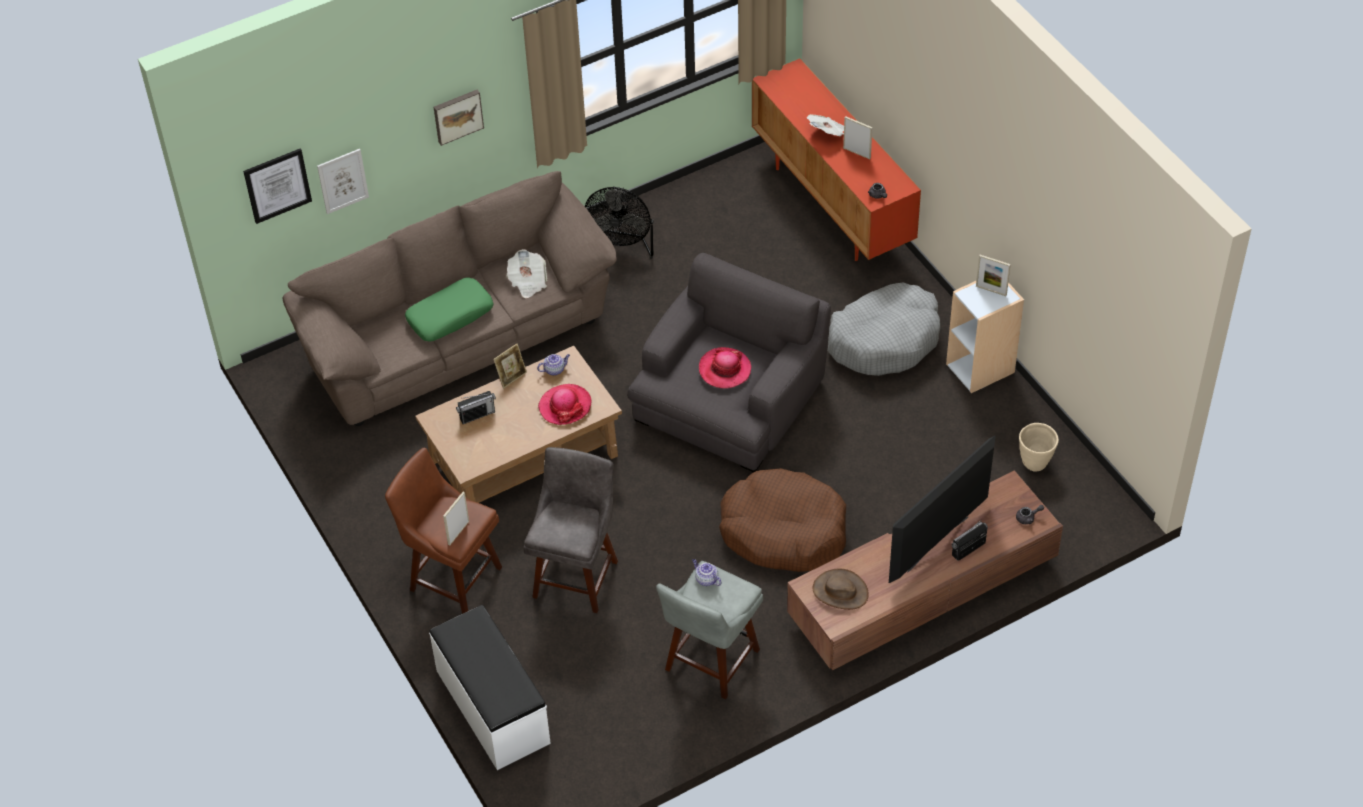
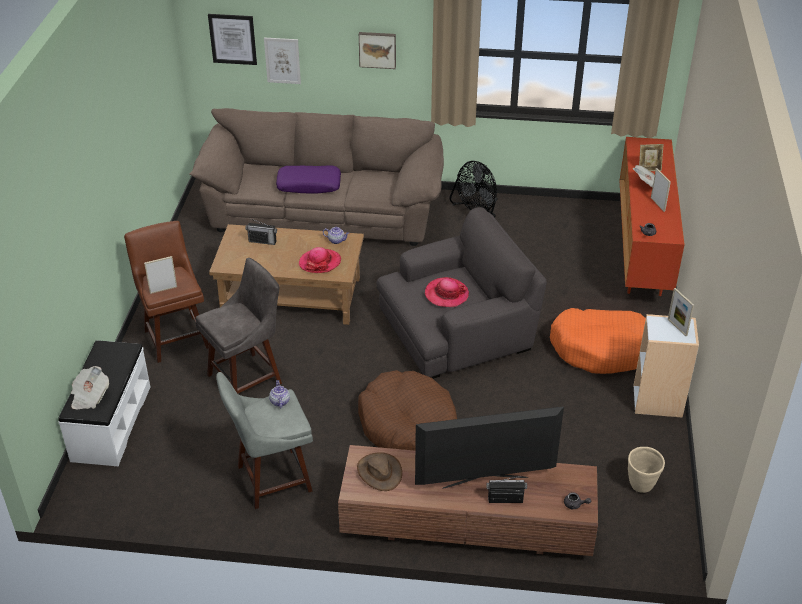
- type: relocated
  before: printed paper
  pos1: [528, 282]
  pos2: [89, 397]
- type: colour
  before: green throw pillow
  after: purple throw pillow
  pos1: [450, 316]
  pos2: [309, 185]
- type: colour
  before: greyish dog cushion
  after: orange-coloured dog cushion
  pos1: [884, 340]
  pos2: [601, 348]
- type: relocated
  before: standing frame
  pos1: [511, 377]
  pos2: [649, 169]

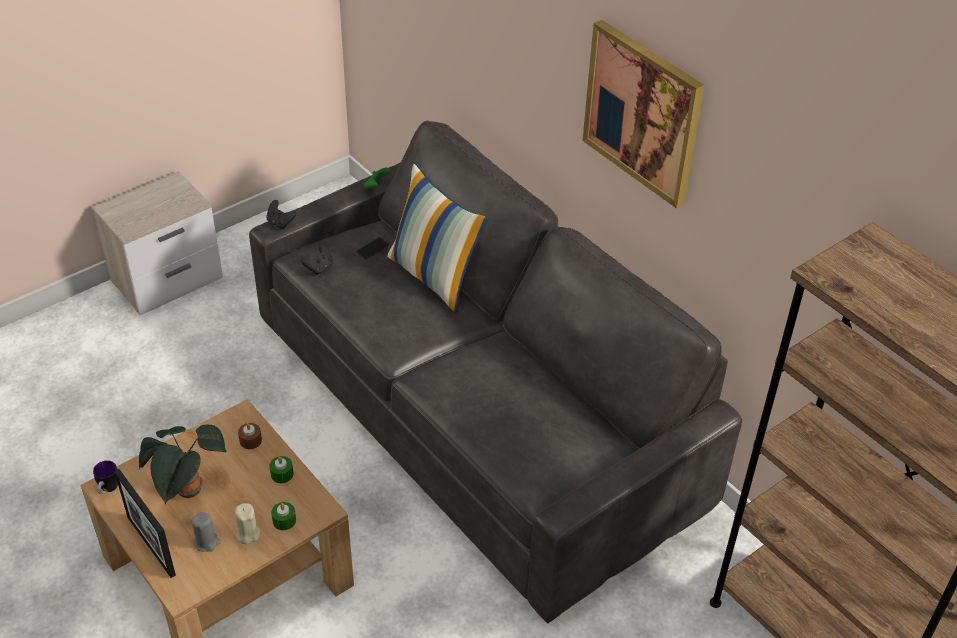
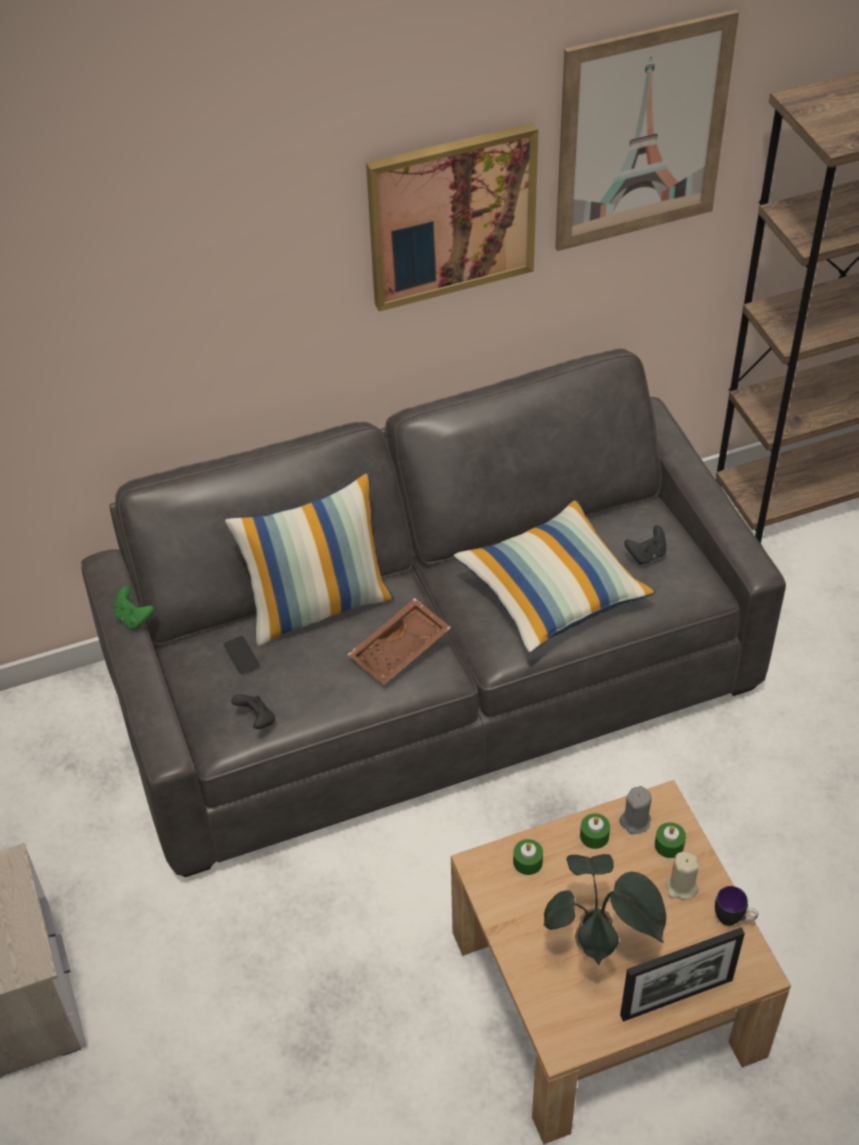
- type: appeared
  after: brown-coloured serving tray
  pos2: [401, 651]
- type: appeared
  after: throw pillow
  pos2: [552, 591]
- type: colour
  before: brown-coloured wax candle
  after: green wax candle
  pos1: [250, 440]
  pos2: [527, 862]
- type: appeared
  after: picture
  pos2: [641, 133]
- type: relocated
  before: greyish wax candle
  pos1: [207, 542]
  pos2: [635, 821]
- type: relocated
  before: black-coloured game controller
  pos1: [280, 223]
  pos2: [646, 555]
- type: relocated
  before: tea mug
  pos1: [108, 490]
  pos2: [733, 919]

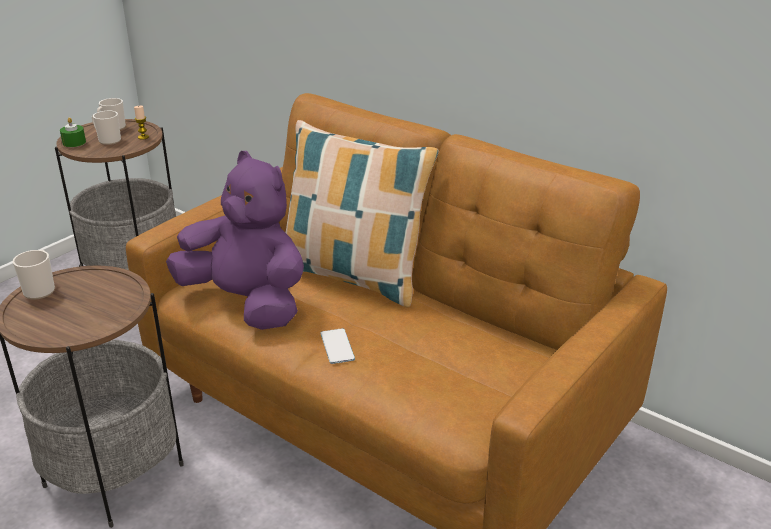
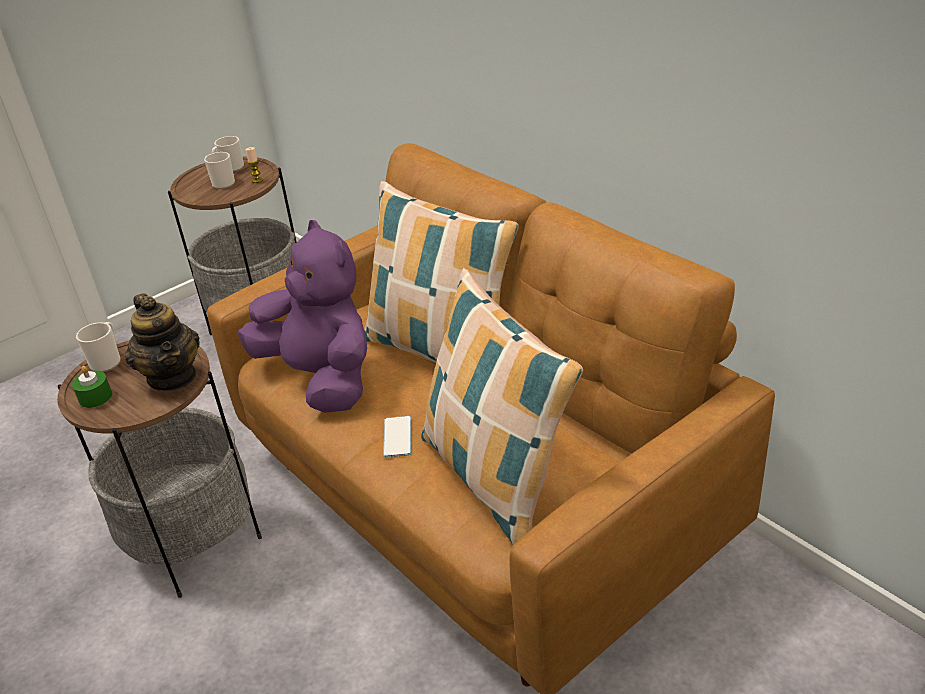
- type: relocated
  before: green wax candle
  pos1: [74, 142]
  pos2: [95, 397]
- type: appeared
  after: tea pot
  pos2: [173, 377]
- type: appeared
  after: throw pillow
  pos2: [496, 479]

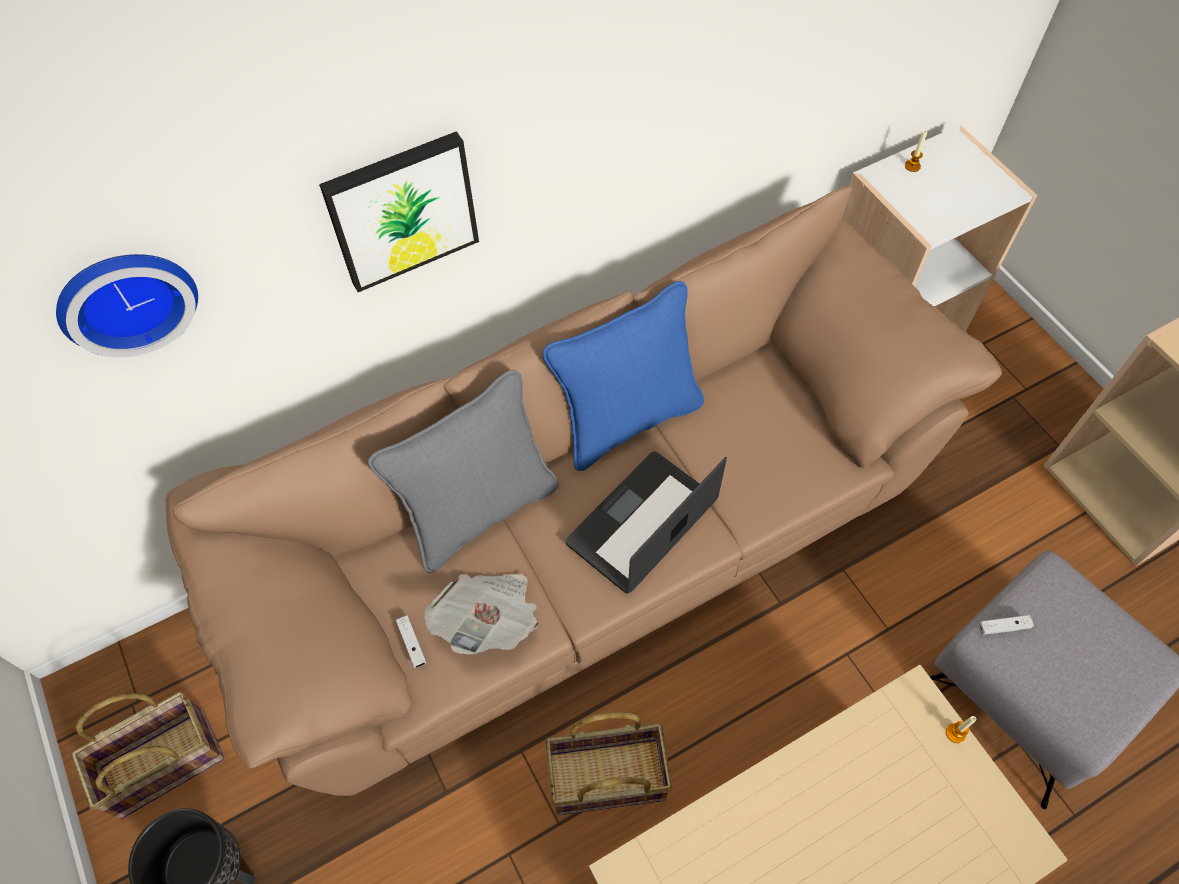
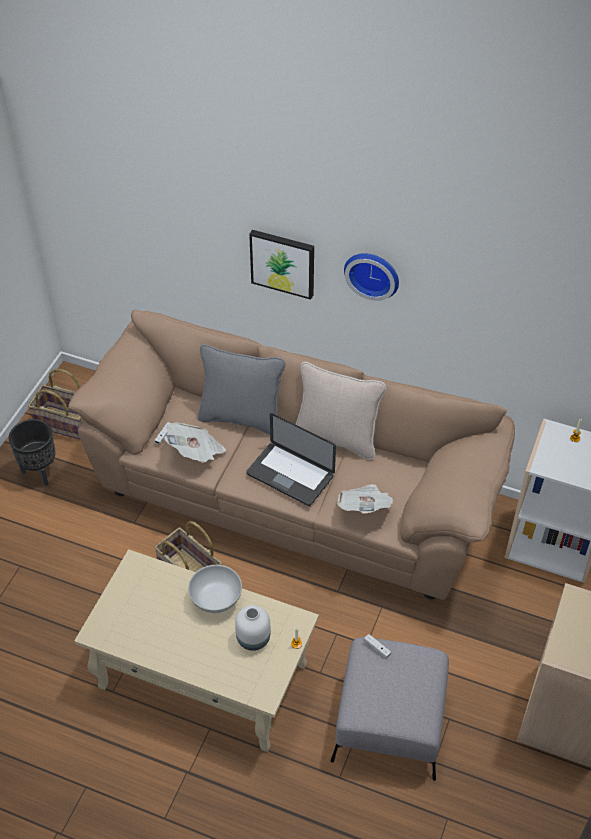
- type: appeared
  after: whitish deep dish
  pos2: [216, 600]
- type: appeared
  after: whitish flower vase
  pos2: [253, 637]
- type: spun
  before: notebook computer
  pos1: [642, 523]
  pos2: [290, 475]
  turn: -150
- type: colour
  before: blue-coloured throw pillow
  after: sand-coloured throw pillow
  pos1: [627, 420]
  pos2: [336, 438]
- type: appeared
  after: printed paper
  pos2: [364, 508]
- type: relocated
  before: hanging clock
  pos1: [126, 297]
  pos2: [373, 273]

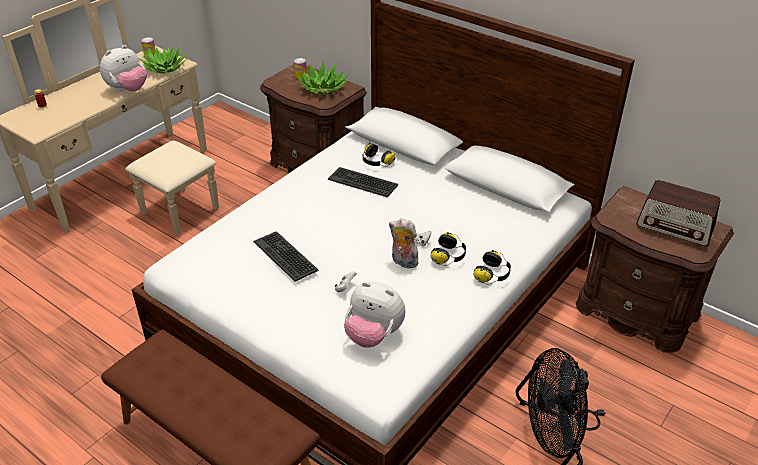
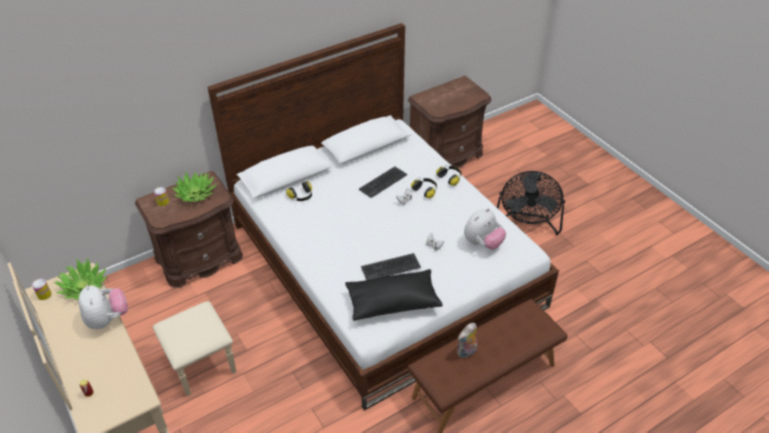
- type: appeared
  after: black-coloured throw pillow
  pos2: [393, 302]
- type: relocated
  before: PC keyboard
  pos1: [363, 182]
  pos2: [382, 182]
- type: relocated
  before: plush toy
  pos1: [403, 262]
  pos2: [466, 352]
- type: missing
  before: radio
  pos1: [675, 226]

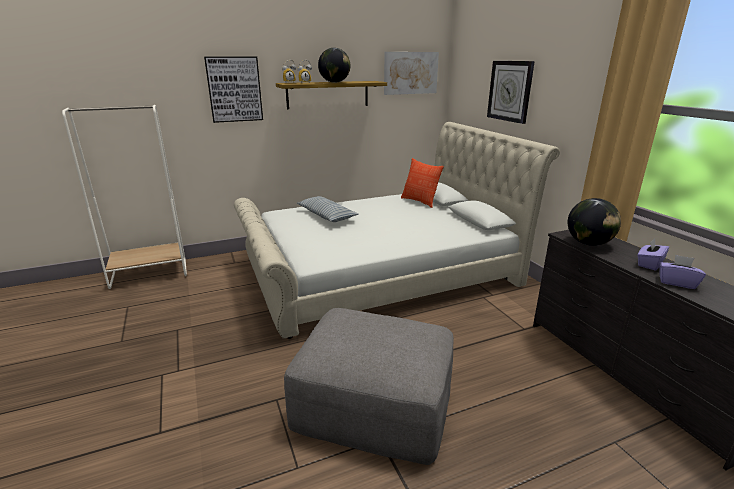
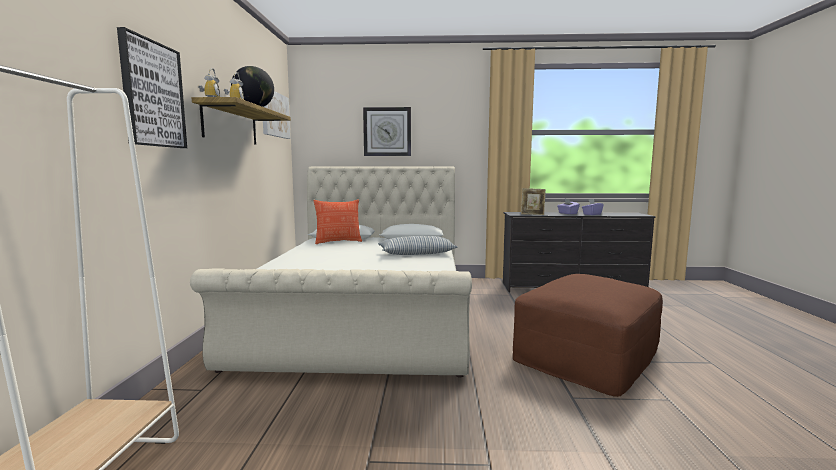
- type: relocated
  before: throw pillow
  pos1: [326, 215]
  pos2: [417, 254]
- type: colour
  before: greyish ottoman
  after: brown-coloured ottoman
  pos1: [374, 403]
  pos2: [586, 355]
- type: exchanged
  before: desk globe
  after: standing frame
  pos1: [588, 243]
  pos2: [532, 214]

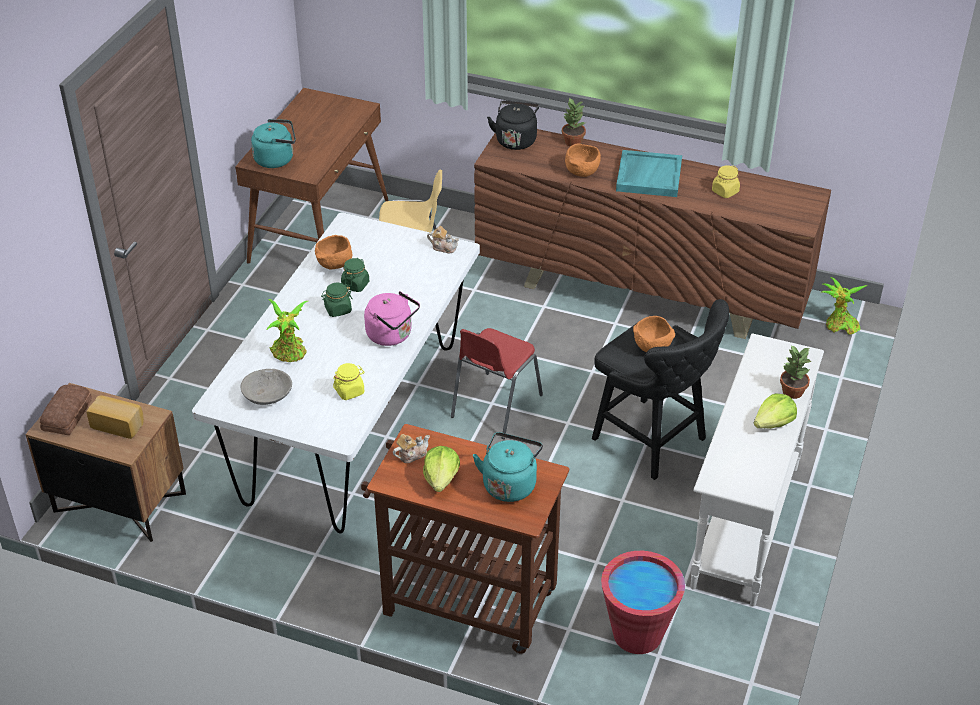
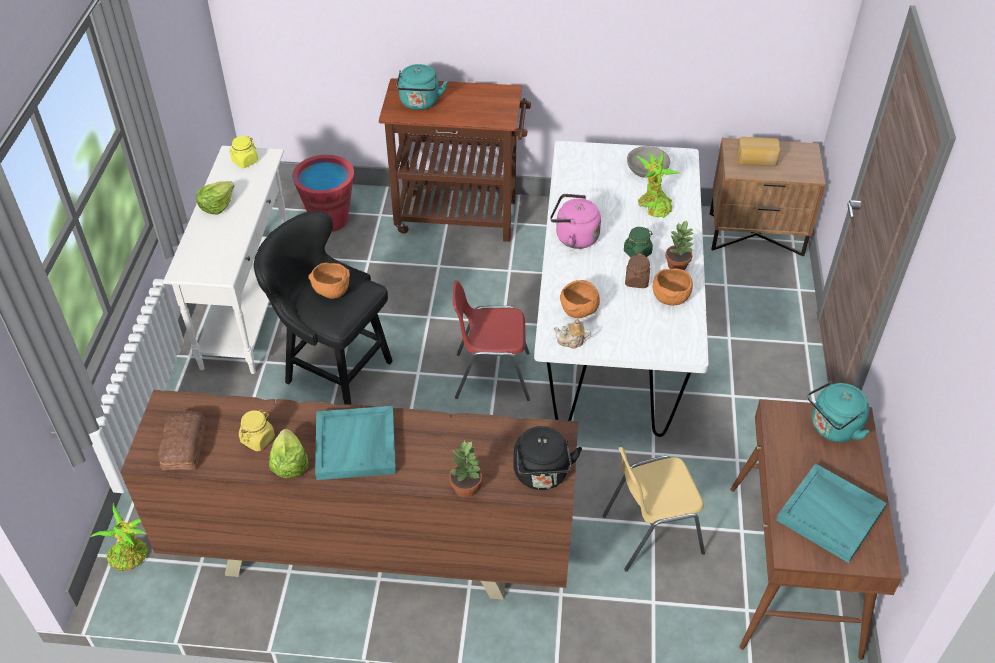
- type: relocated
  before: bakery bread
  pos1: [68, 415]
  pos2: [182, 446]
- type: relocated
  before: yellowish jar
  pos1: [349, 391]
  pos2: [245, 161]
- type: relocated
  before: lettuce head
  pos1: [441, 478]
  pos2: [289, 464]
- type: spun
  before: reddish chair
  pos1: [495, 406]
  pos2: [491, 375]
  turn: -105
- type: relocated
  before: orange-coloured deep dish
  pos1: [582, 172]
  pos2: [578, 312]
- type: colour
  before: green jar
  after: brown-coloured jar
  pos1: [355, 284]
  pos2: [636, 281]
- type: relocated
  before: plant in a pot
  pos1: [792, 391]
  pos2: [677, 265]
- type: appeared
  after: turquoise-coloured serving tray
  pos2: [831, 514]
- type: missing
  before: tea pot
  pos1: [411, 454]

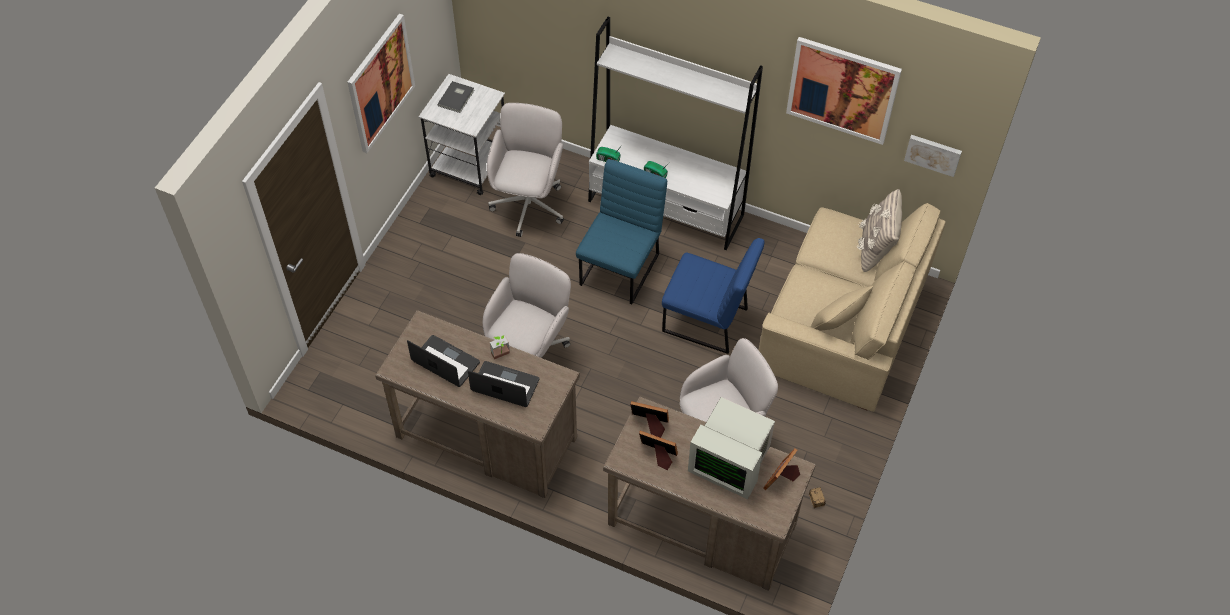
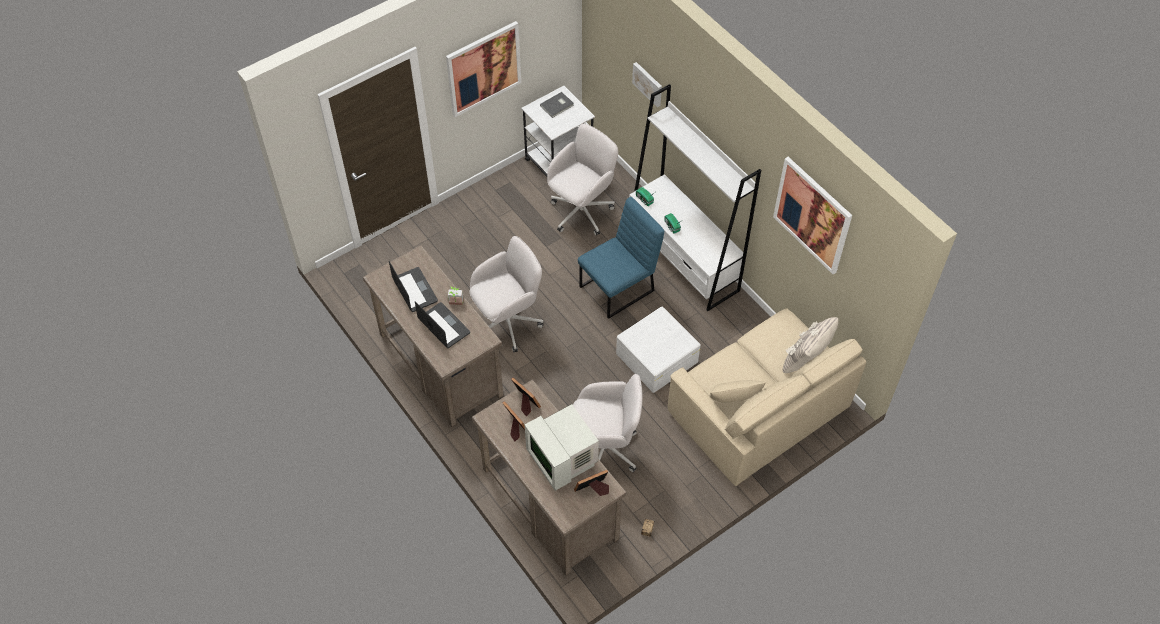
- type: exchanged
  before: blue-coloured chair
  after: whitish storage bin
  pos1: [707, 321]
  pos2: [656, 358]
- type: relocated
  before: picture
  pos1: [933, 154]
  pos2: [648, 83]

